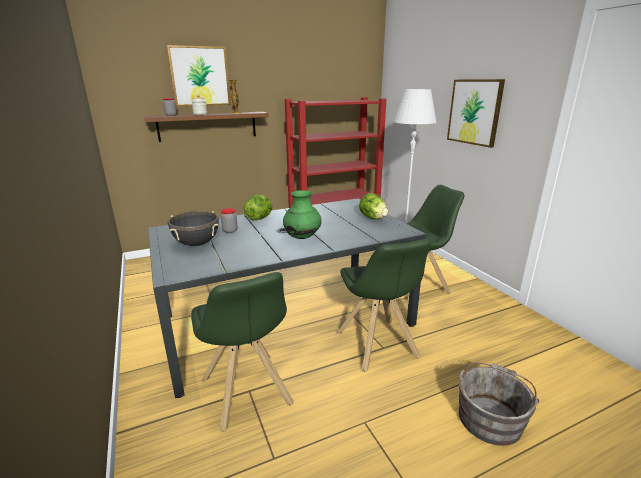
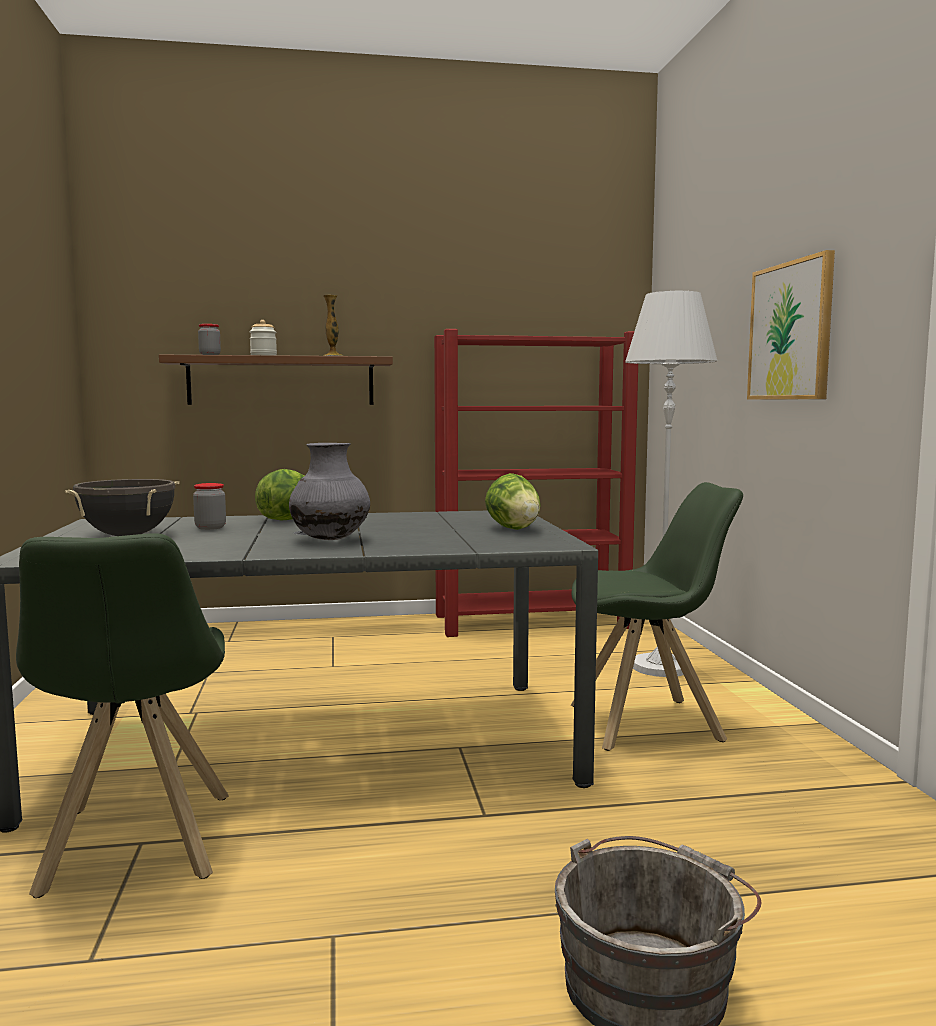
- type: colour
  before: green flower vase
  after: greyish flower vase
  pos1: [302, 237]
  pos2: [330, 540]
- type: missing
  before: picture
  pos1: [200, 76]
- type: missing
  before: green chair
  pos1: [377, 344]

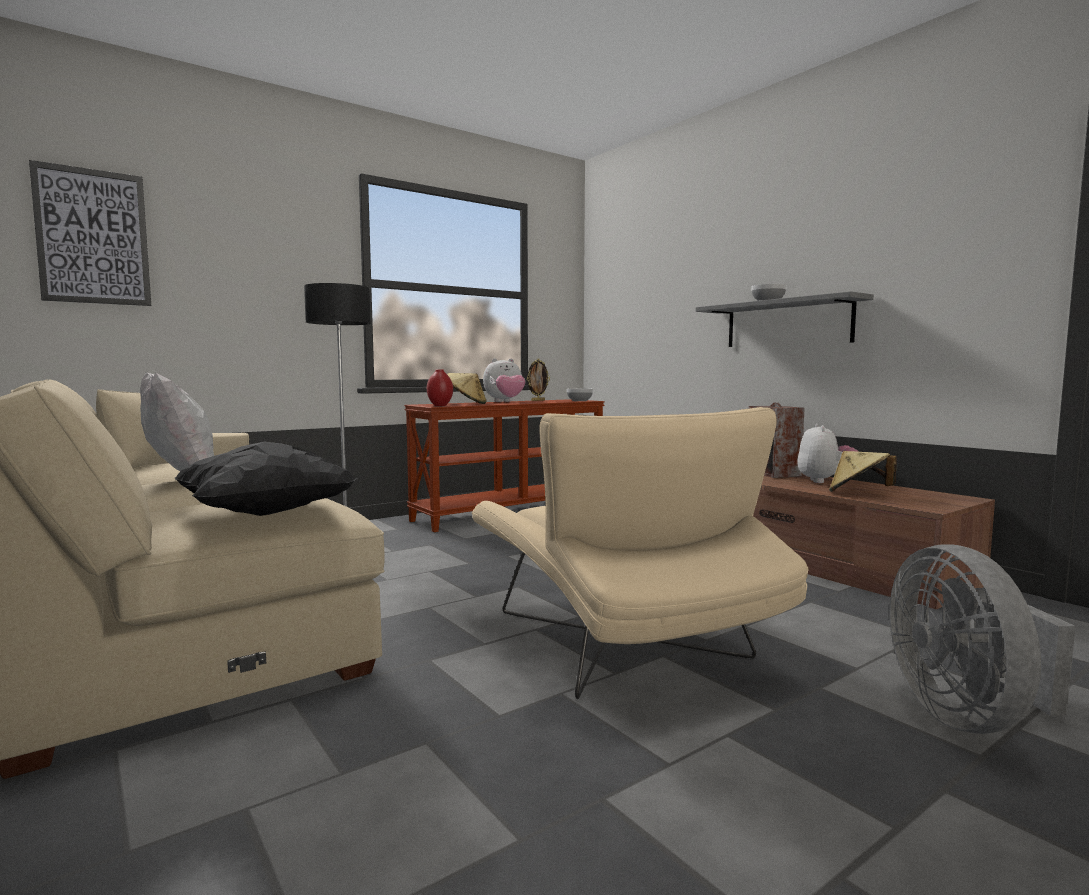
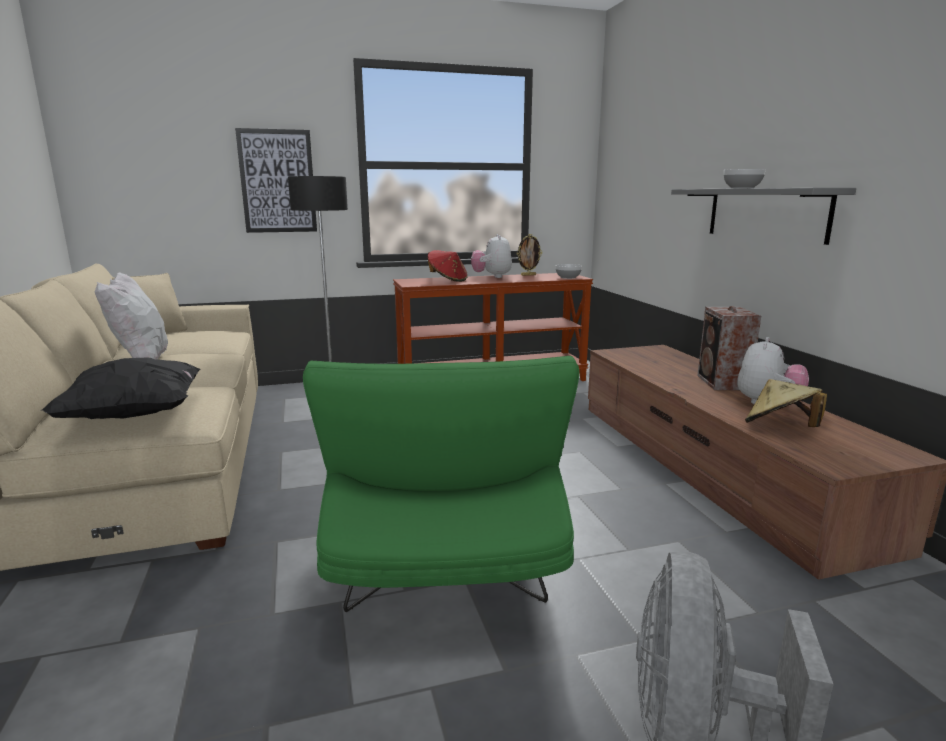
- type: relocated
  before: picture
  pos1: [93, 237]
  pos2: [277, 181]
- type: colour
  before: sand-coloured easy chair
  after: green easy chair
  pos1: [624, 644]
  pos2: [444, 558]
- type: colour
  before: sand-coloured hat
  after: reddish hat
  pos1: [466, 403]
  pos2: [447, 280]
- type: spun
  before: plush toy
  pos1: [505, 401]
  pos2: [492, 277]
  turn: 90
- type: missing
  before: reddish flower vase
  pos1: [440, 405]

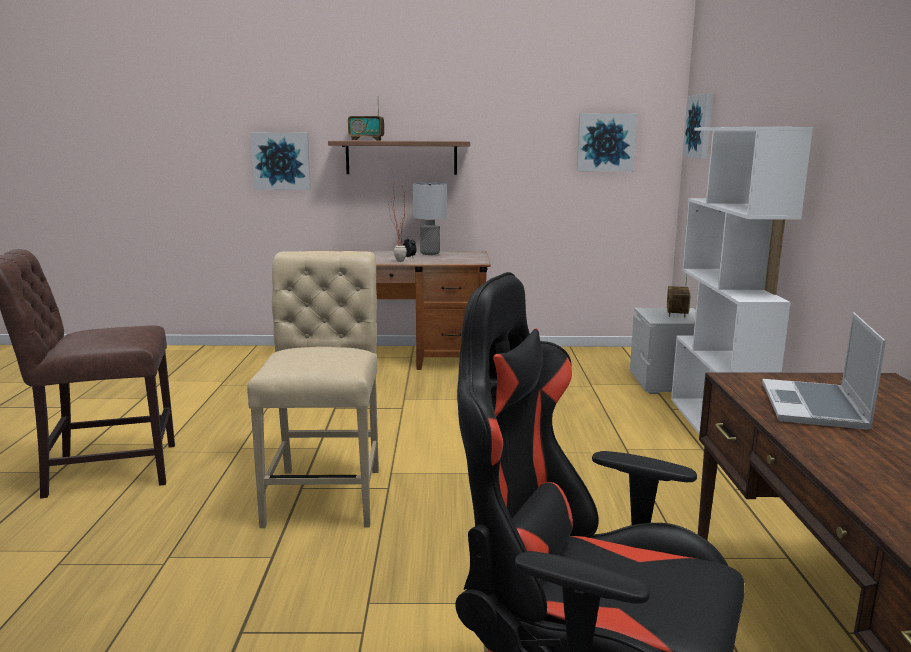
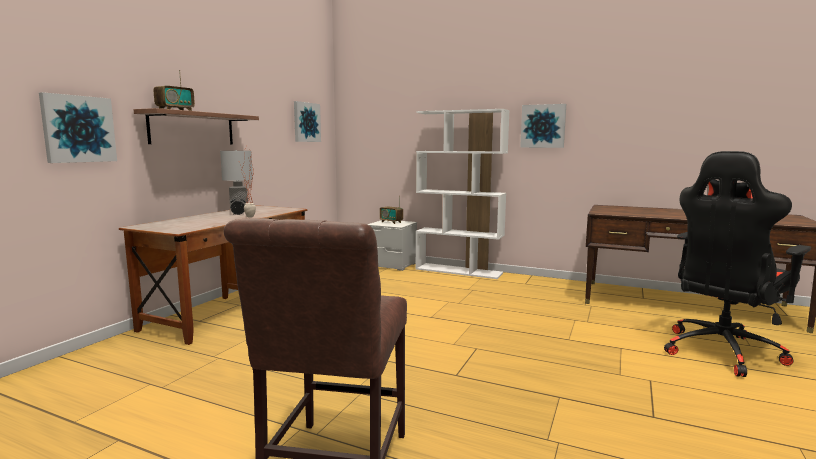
- type: relocated
  before: picture
  pos1: [699, 126]
  pos2: [543, 126]
- type: missing
  before: sand-coloured chair
  pos1: [327, 492]
- type: missing
  before: notebook computer
  pos1: [815, 407]

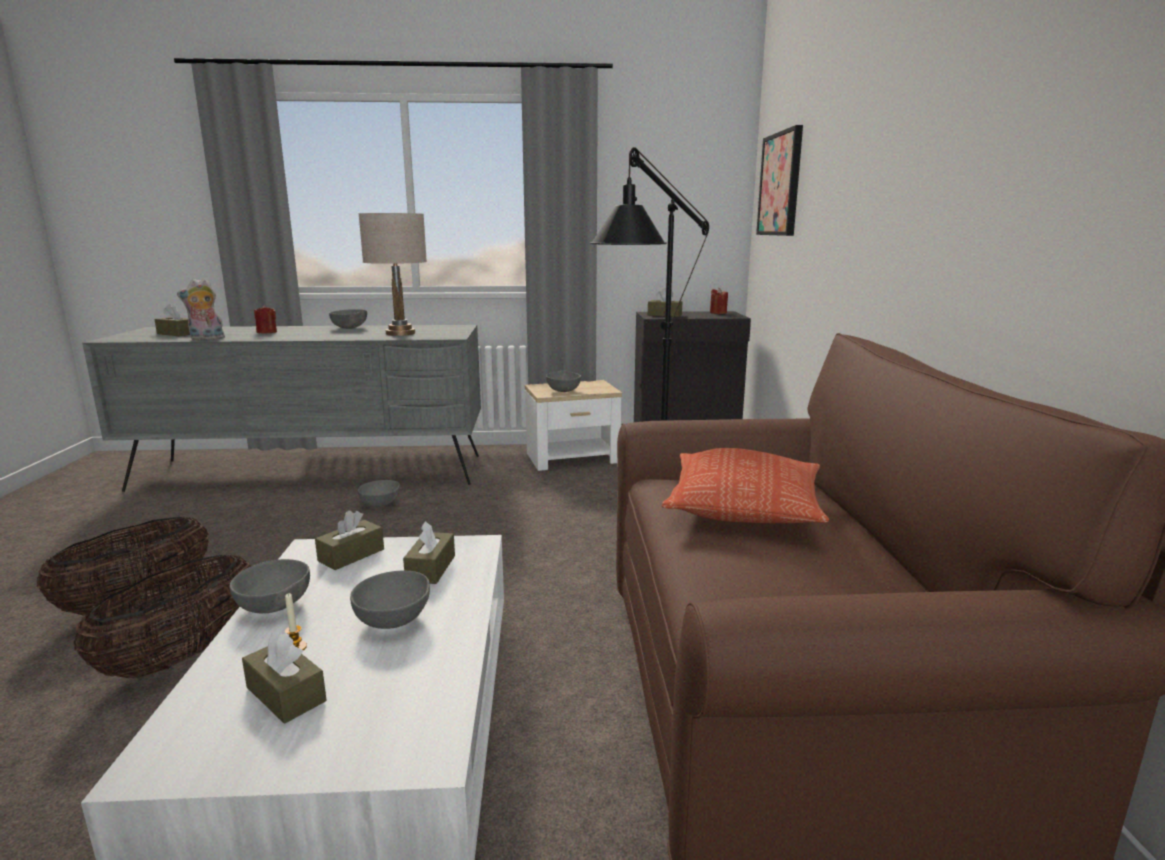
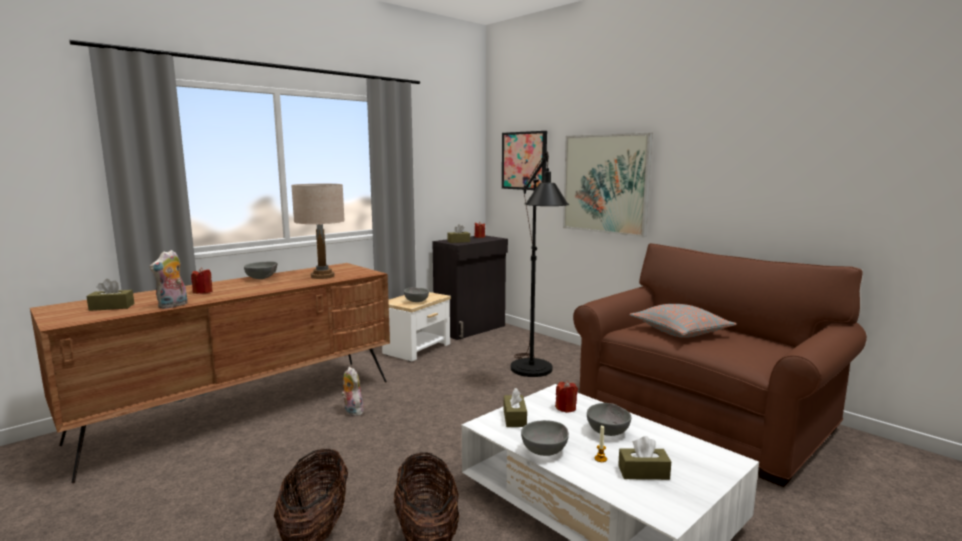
- type: colour
  before: greyish tv unit
  after: brown-coloured tv unit
  pos1: [315, 472]
  pos2: [244, 409]
- type: exchanged
  before: greyish deep dish
  after: plush toy
  pos1: [381, 504]
  pos2: [352, 411]
- type: exchanged
  before: brown-coloured box of tissues
  after: reddish wax candle
  pos1: [431, 568]
  pos2: [566, 408]
- type: appeared
  after: picture
  pos2: [605, 184]
- type: colour
  before: orange-coloured throw pillow
  after: greyish throw pillow
  pos1: [743, 510]
  pos2: [680, 332]

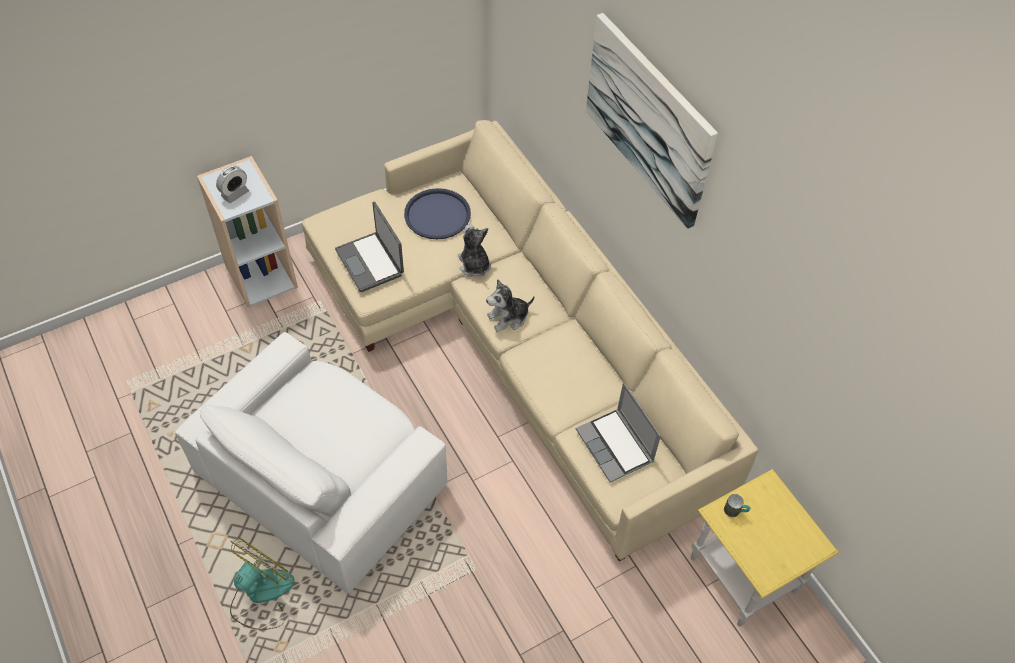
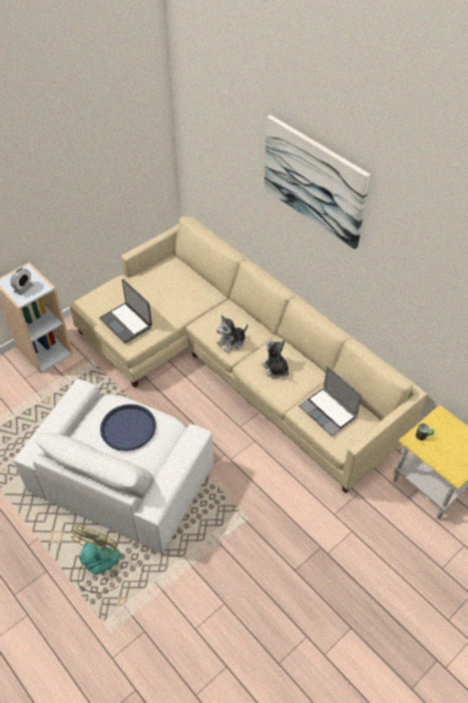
- type: relocated
  before: blue-coloured serving tray
  pos1: [437, 214]
  pos2: [128, 428]
- type: relocated
  before: plush toy
  pos1: [474, 265]
  pos2: [275, 369]

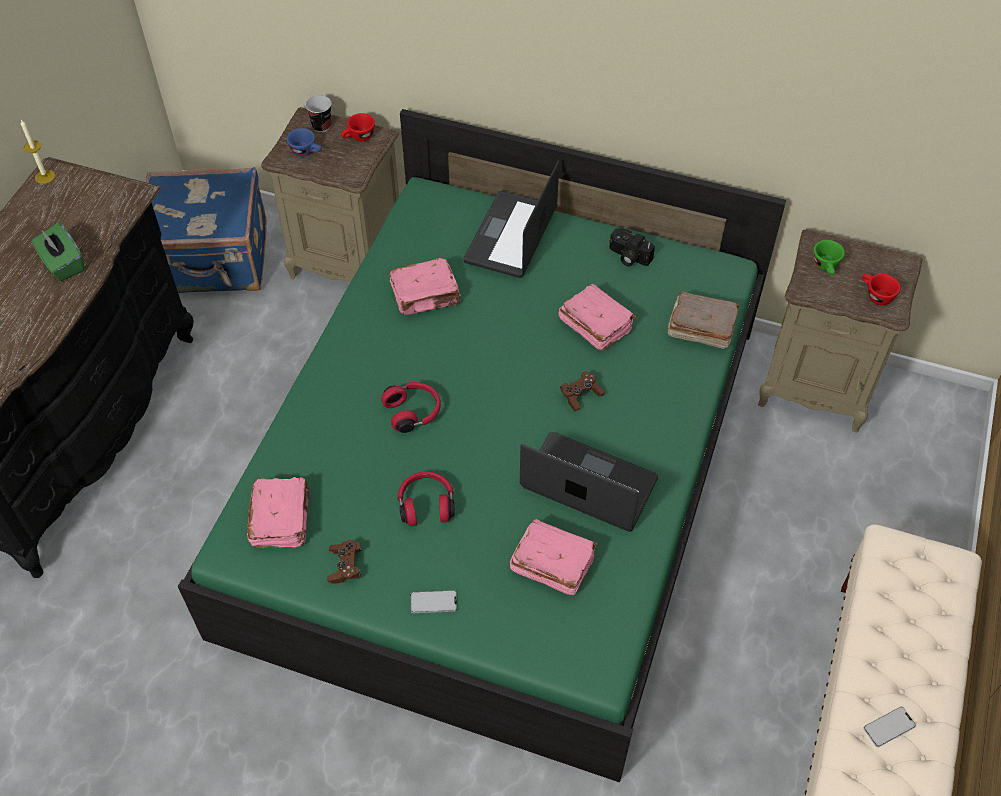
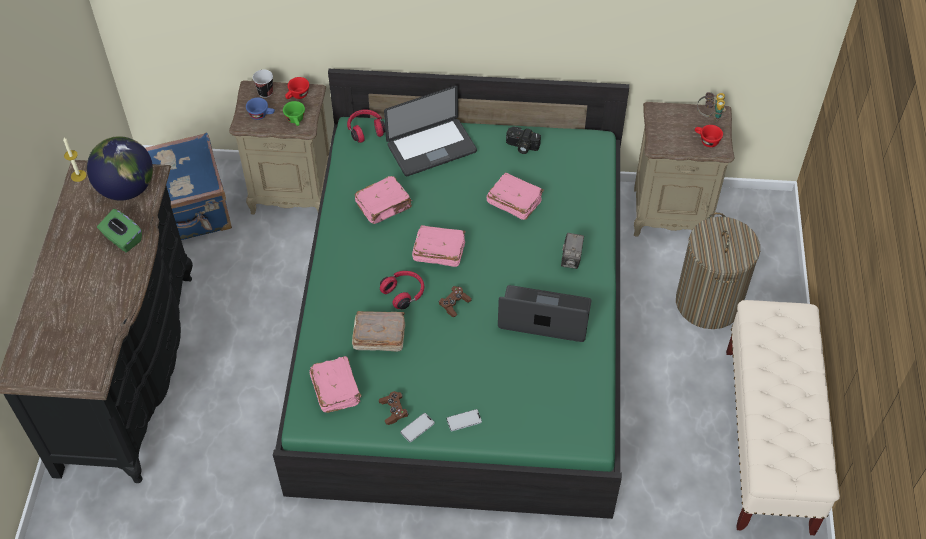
- type: appeared
  after: desk globe
  pos2: [127, 188]
- type: relocated
  before: green cup
  pos1: [826, 267]
  pos2: [296, 120]
- type: relocated
  before: reddish pair of headphones
  pos1: [426, 504]
  pos2: [365, 130]
- type: relocated
  before: brown-coloured bound book
  pos1: [700, 328]
  pos2: [378, 337]
- type: spun
  before: notebook computer
  pos1: [511, 236]
  pos2: [431, 148]
  turn: -120
- type: relocated
  before: phone
  pos1: [889, 727]
  pos2: [417, 428]
- type: relocated
  before: pink bound book
  pos1: [551, 563]
  pos2: [438, 252]
- type: relocated
  before: brown-coloured game controller
  pos1: [581, 395]
  pos2: [454, 304]
- type: appeared
  after: still camera
  pos2: [571, 259]
- type: appeared
  after: washing basket
  pos2: [708, 302]
- type: appeared
  after: pair of binoculars
  pos2: [709, 116]

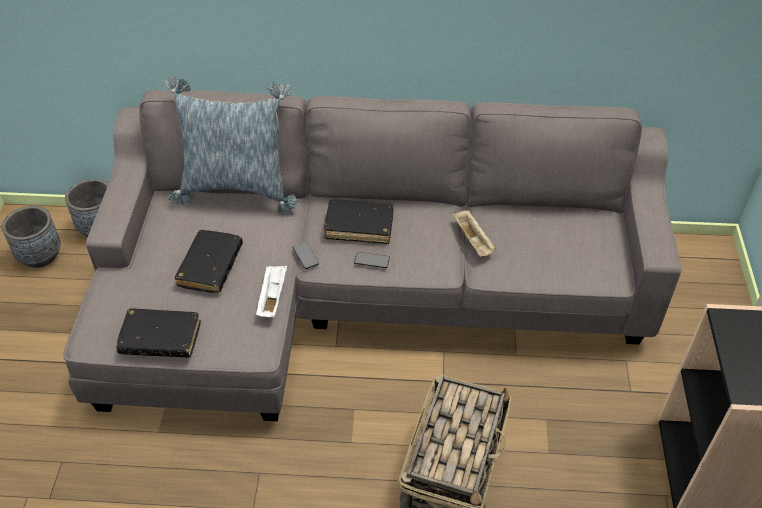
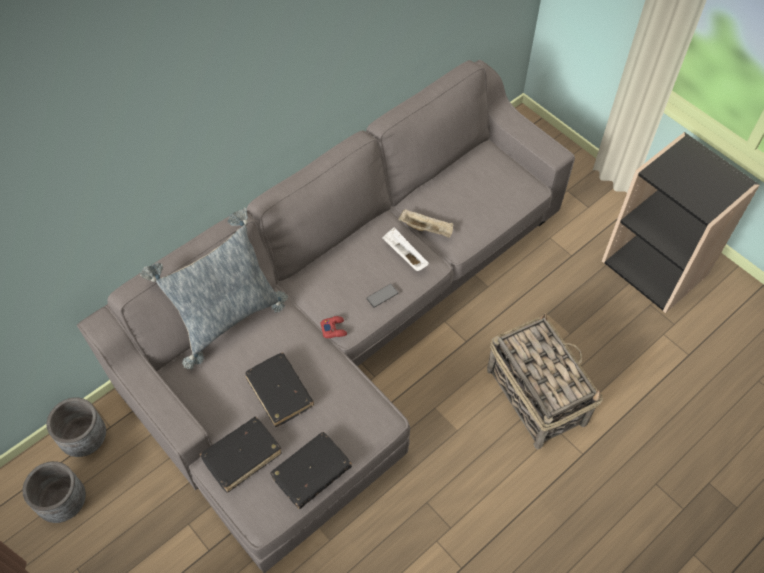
- type: relocated
  before: black-coloured bound book
  pos1: [359, 226]
  pos2: [242, 456]
- type: exchanged
  before: phone
  after: reddish game controller
  pos1: [305, 256]
  pos2: [334, 329]
- type: relocated
  before: whitish serving tray
  pos1: [272, 297]
  pos2: [404, 255]

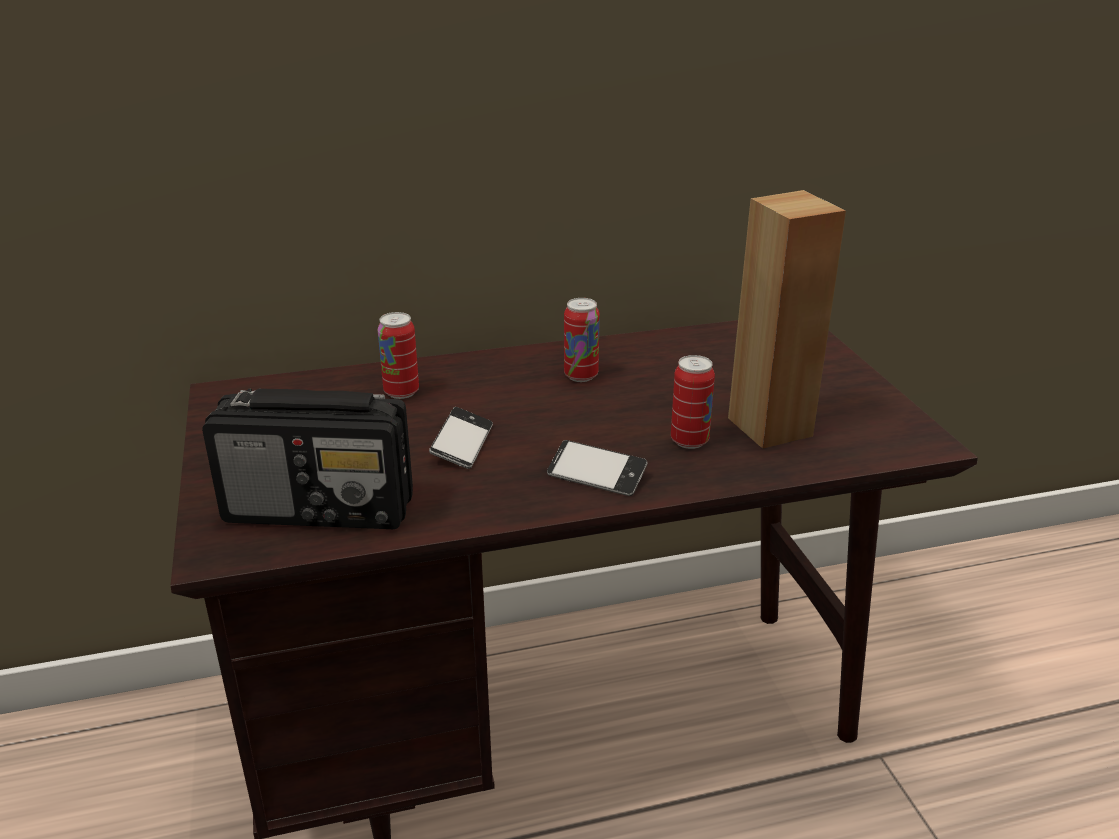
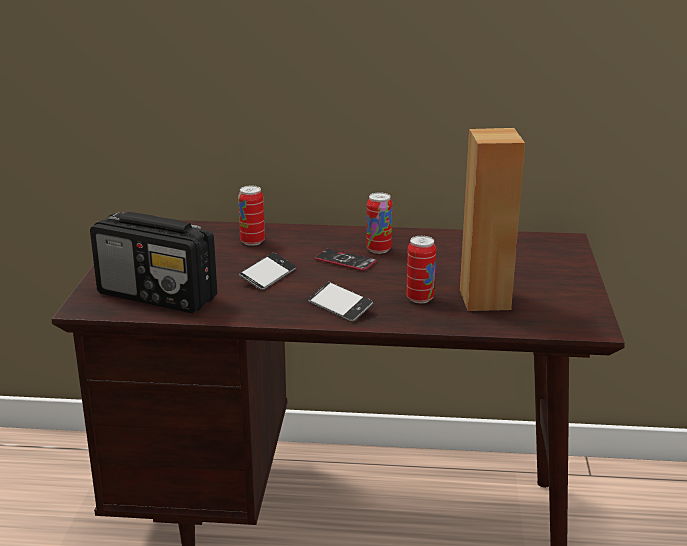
- type: appeared
  after: phone
  pos2: [345, 261]

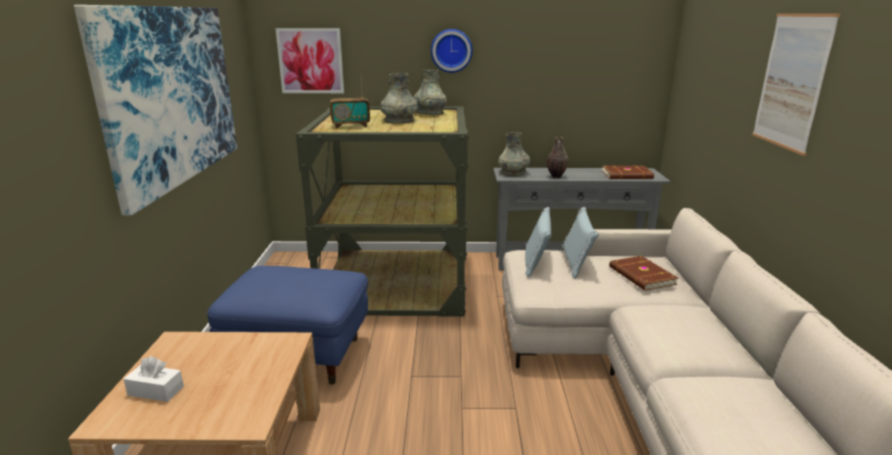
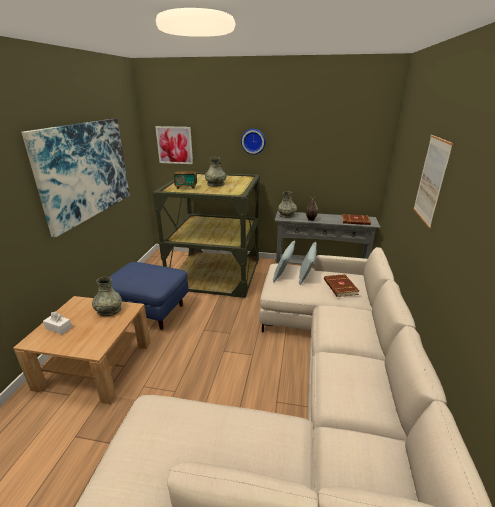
- type: relocated
  before: greyish flower vase
  pos1: [430, 113]
  pos2: [109, 310]

